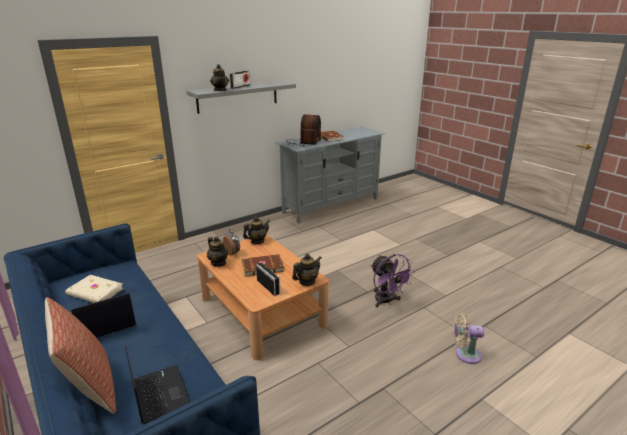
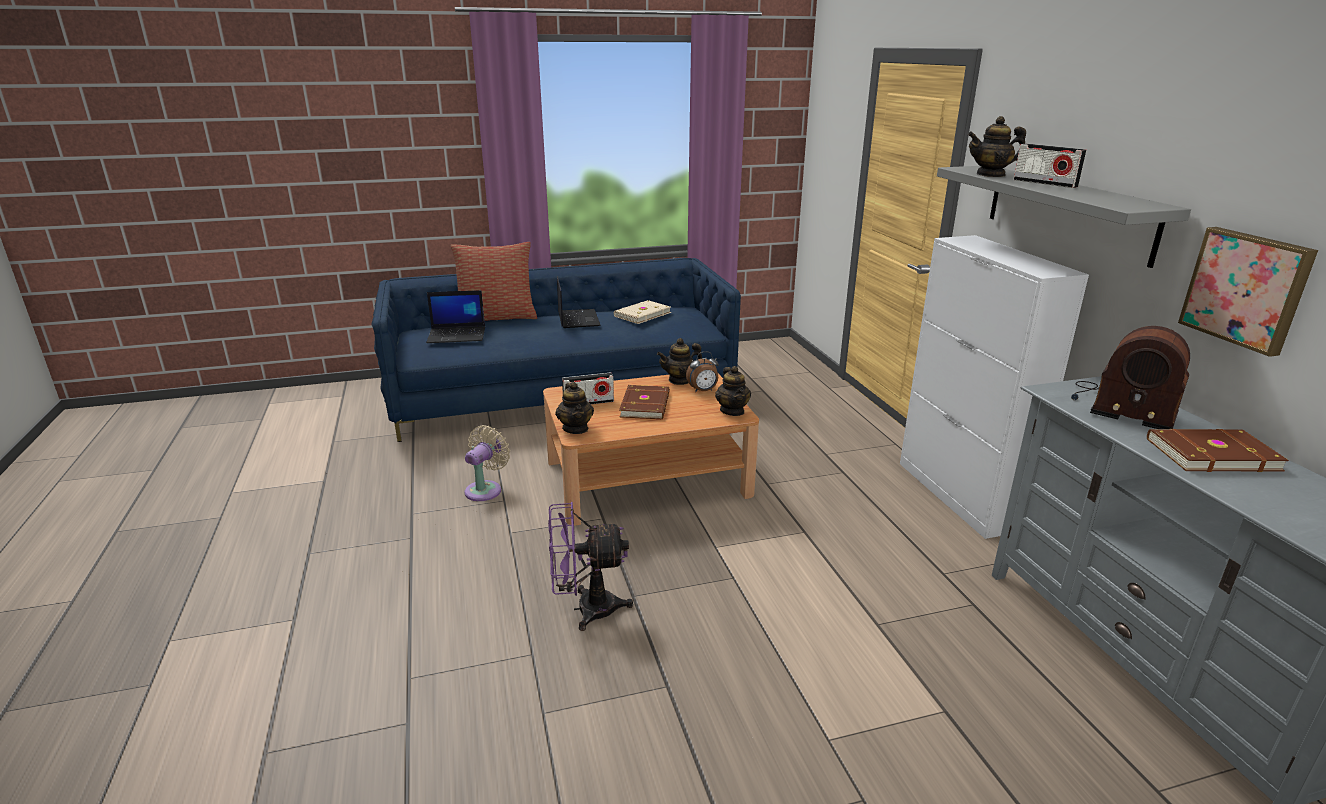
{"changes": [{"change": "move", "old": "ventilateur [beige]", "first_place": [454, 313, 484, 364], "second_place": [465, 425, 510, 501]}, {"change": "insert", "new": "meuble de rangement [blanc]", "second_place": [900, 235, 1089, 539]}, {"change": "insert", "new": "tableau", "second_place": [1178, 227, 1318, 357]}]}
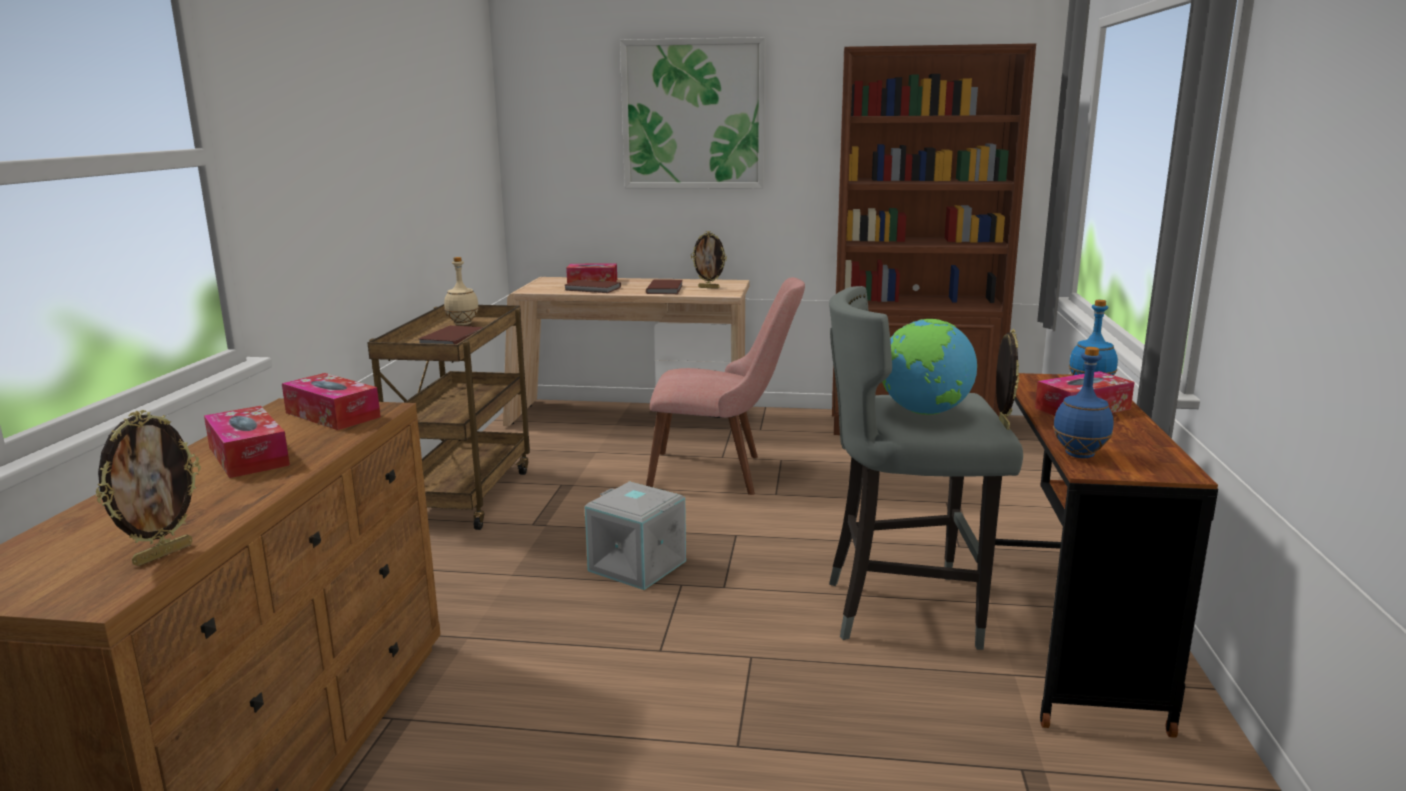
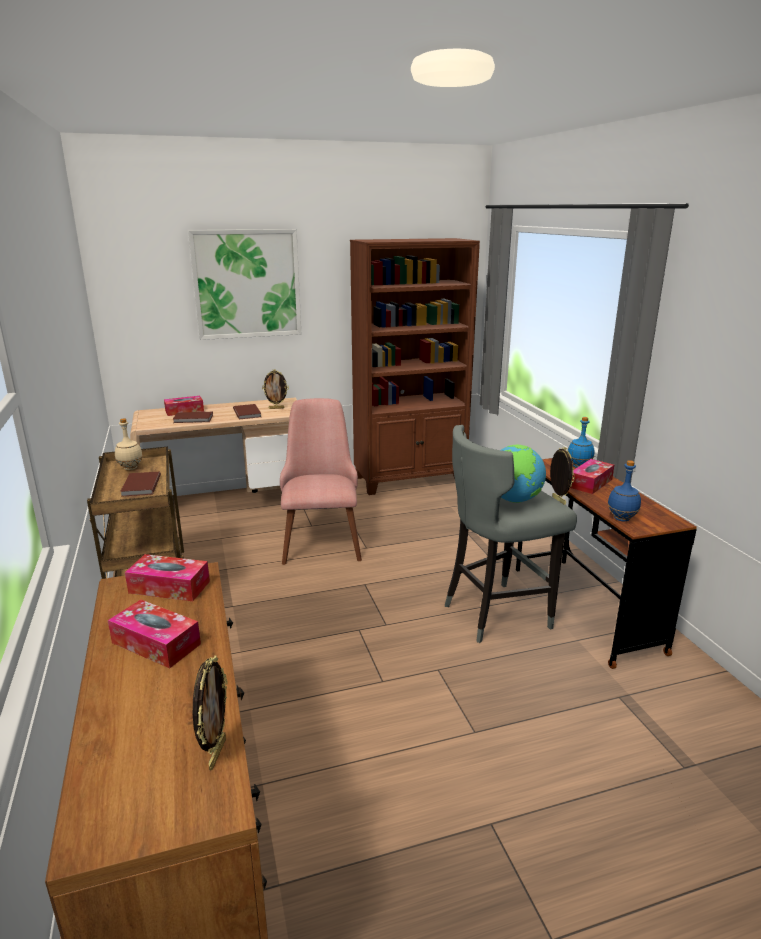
{"changes": [{"change": "rotate", "old": "chaise [rose]", "first_place": [646, 277, 805, 495], "second_place": [280, 398, 362, 565], "degrees": -75}, {"change": "delete", "old": "boîte de rangement [gris]", "first_place": [584, 481, 686, 590]}]}
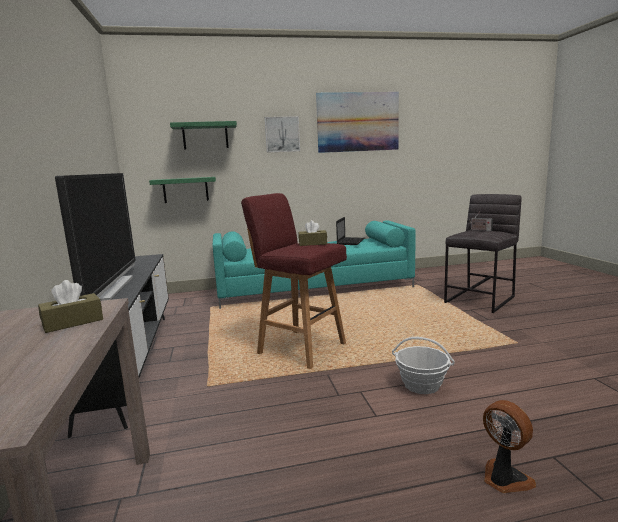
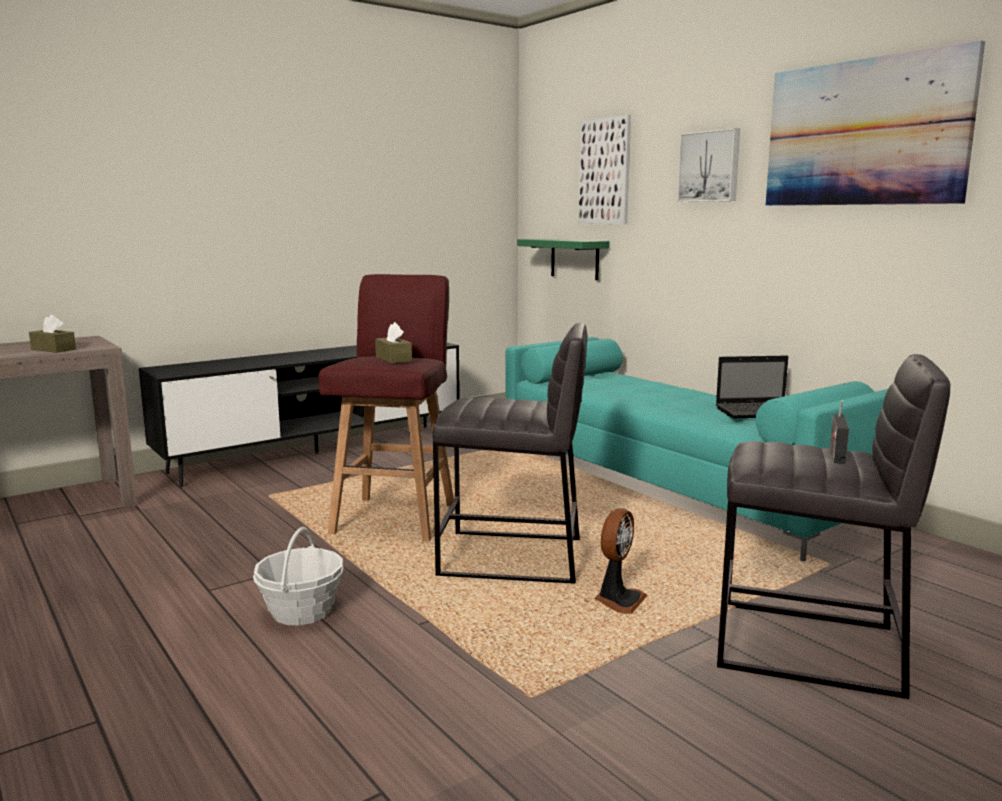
{"changes": [{"change": "insert", "new": "tabouret [gris]", "second_place": [432, 323, 587, 584]}, {"change": "replace", "old": "étagère [vert]", "new": "tableau", "first_place": [170, 121, 237, 150], "second_place": [578, 115, 631, 224]}, {"change": "move", "old": "ventilateur", "first_place": [483, 400, 536, 493], "second_place": [594, 508, 648, 614]}, {"change": "delete", "old": "téléviseur", "first_place": [55, 173, 136, 301]}]}
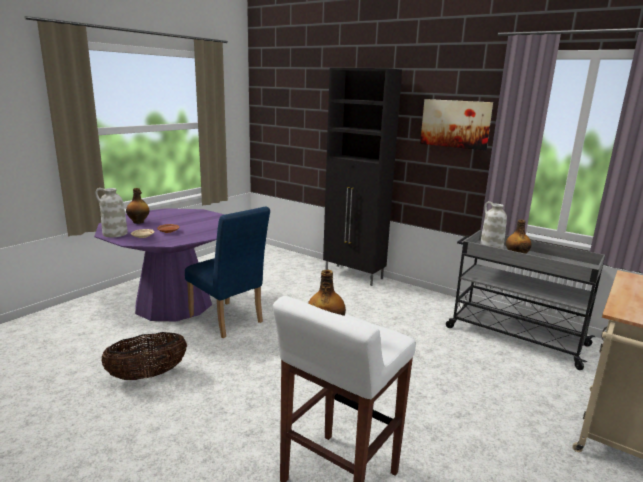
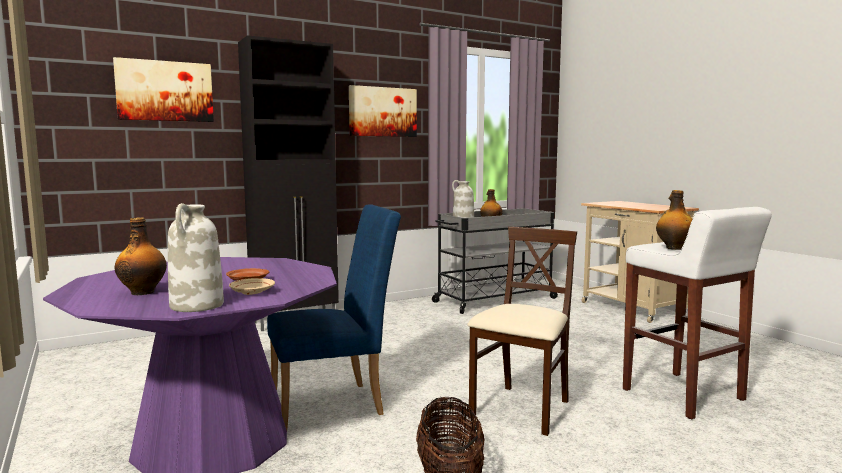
{"changes": [{"change": "insert", "new": "tableau", "second_place": [113, 57, 214, 122]}, {"change": "insert", "new": "chaise [beige]", "second_place": [467, 227, 577, 436]}]}
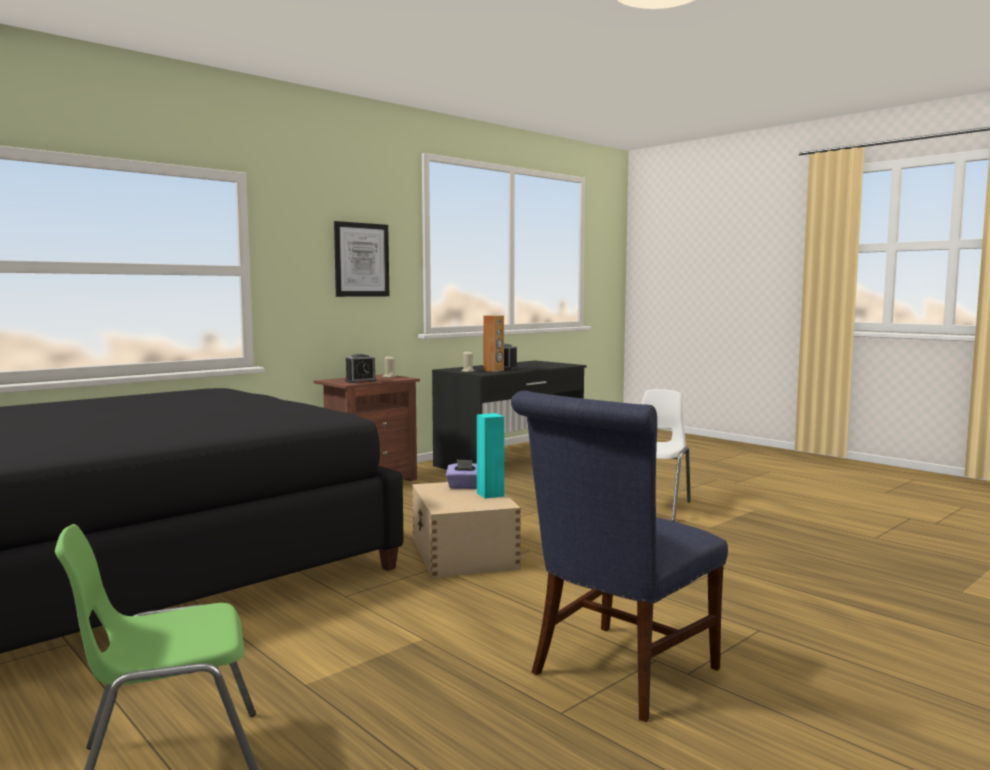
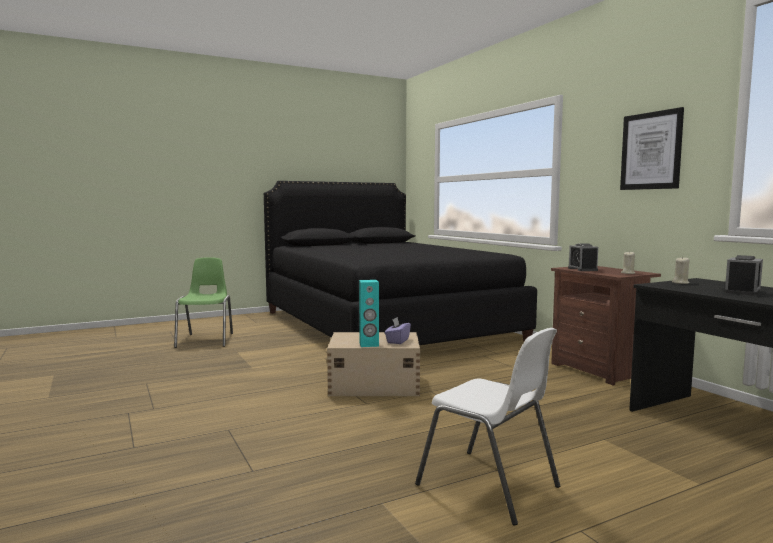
{"changes": [{"change": "delete", "old": "enceinte [marron]", "first_place": [484, 315, 504, 372]}, {"change": "delete", "old": "chaise [bleu]", "first_place": [511, 391, 728, 722]}]}
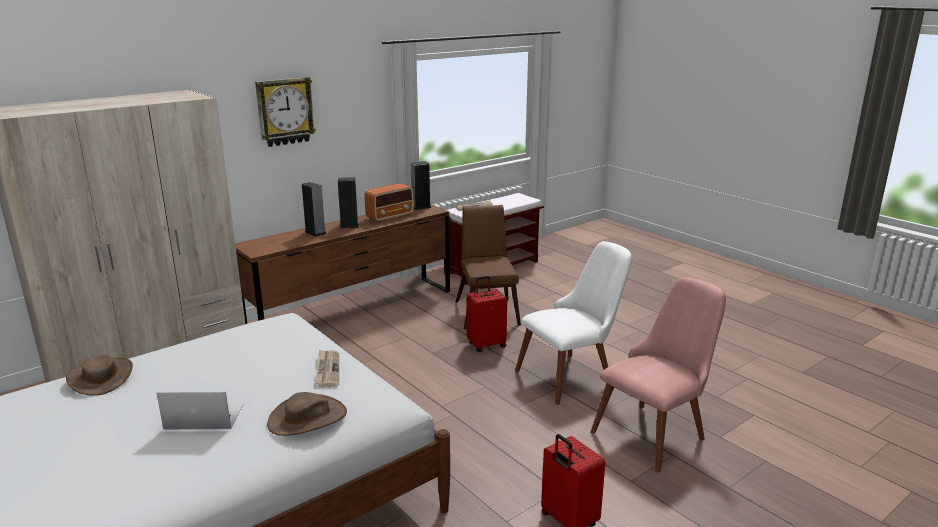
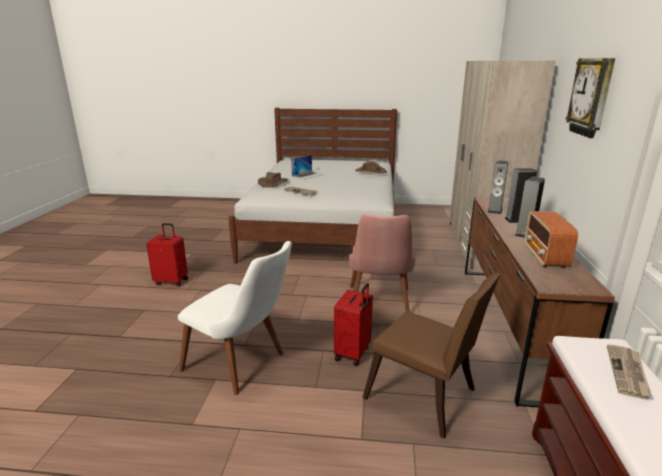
{"changes": [{"change": "rotate", "old": "chaise [blanc]", "first_place": [515, 241, 632, 405], "second_place": [178, 241, 292, 395], "degrees": -75}, {"change": "move", "old": "chaise [rose]", "first_place": [591, 277, 726, 473], "second_place": [349, 214, 416, 311]}, {"change": "move", "old": "enceinte", "first_place": [411, 161, 431, 210], "second_place": [487, 160, 508, 214]}]}
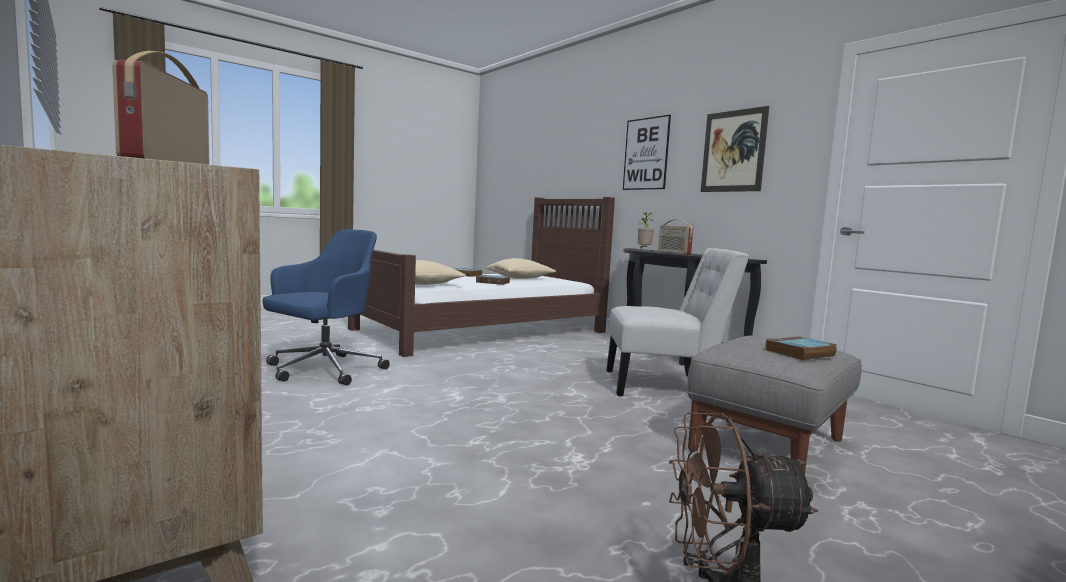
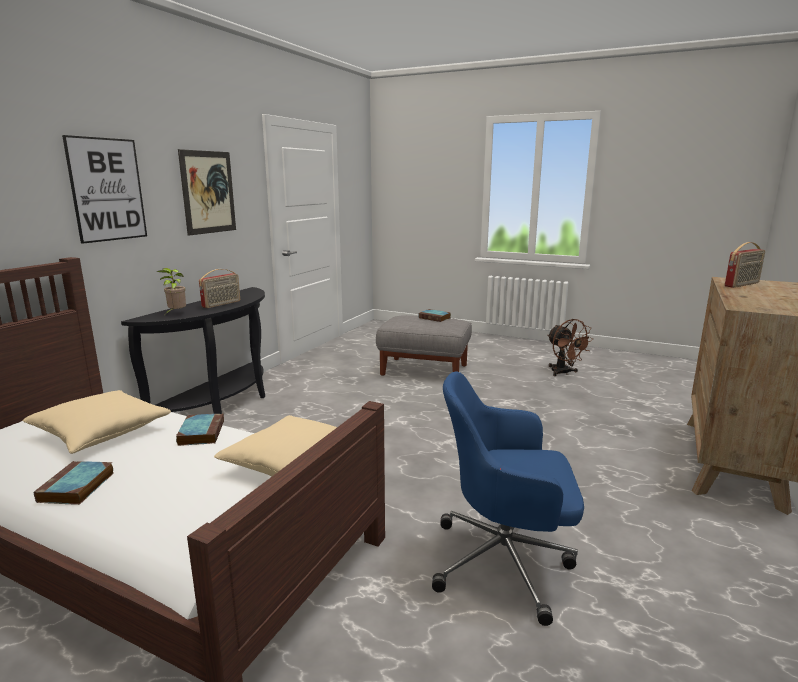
{"changes": [{"change": "delete", "old": "chaise [blanc]", "first_place": [606, 248, 749, 396]}]}
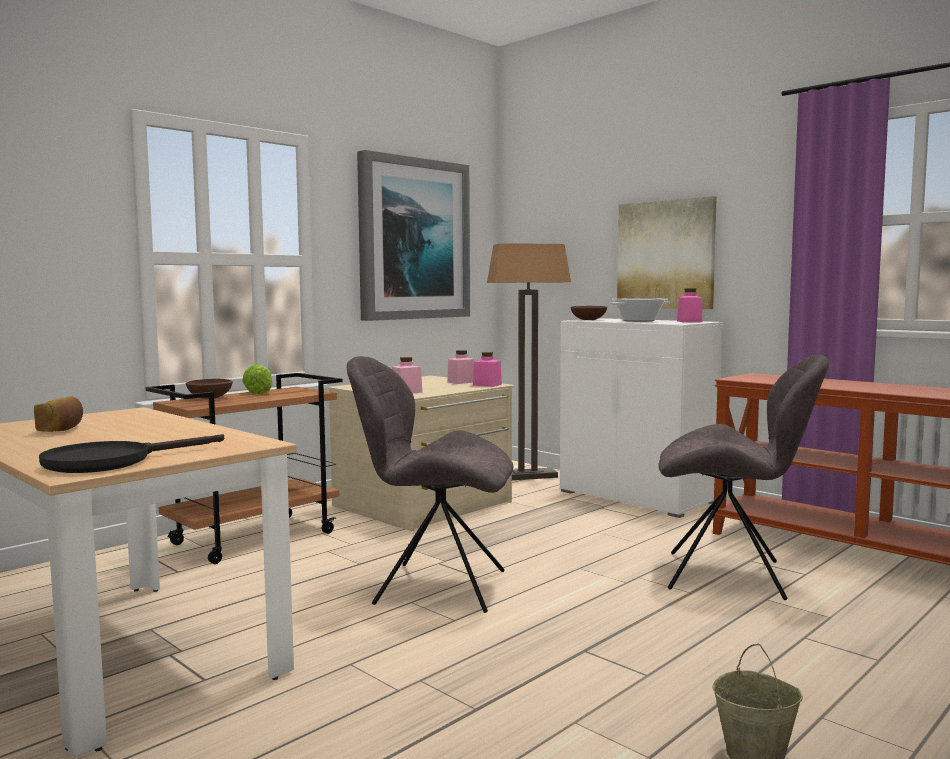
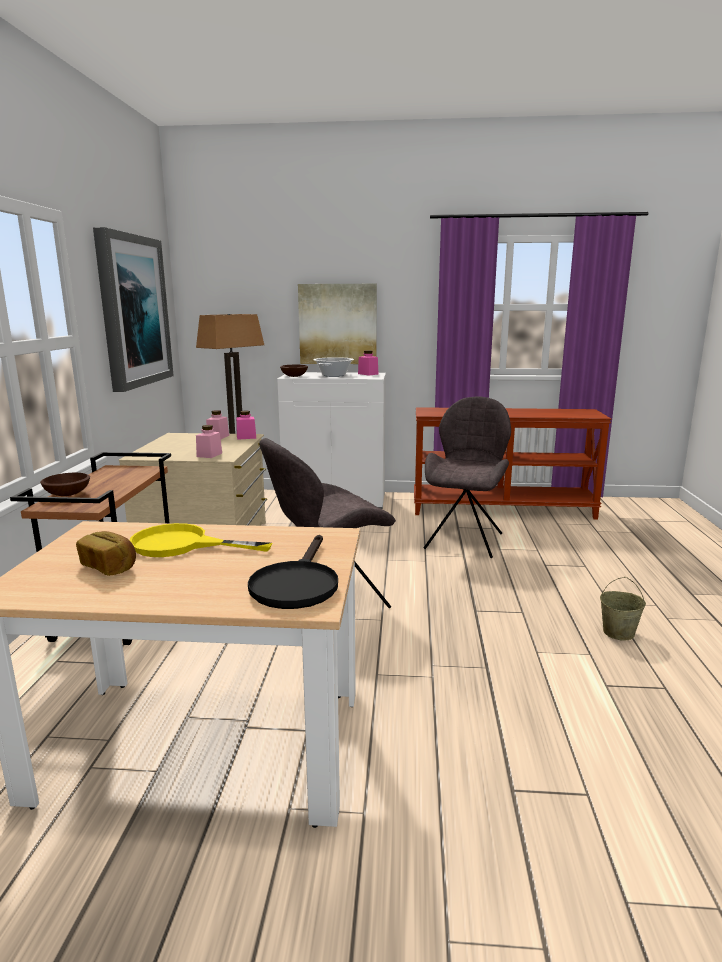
{"changes": [{"change": "insert", "new": "poêle [jaune]", "second_place": [130, 523, 272, 557]}, {"change": "rotate", "old": "chaise [gris]", "first_place": [659, 355, 829, 600], "second_place": [424, 396, 511, 558], "degrees": -45}, {"change": "delete", "old": "laitue", "first_place": [242, 365, 272, 394]}]}
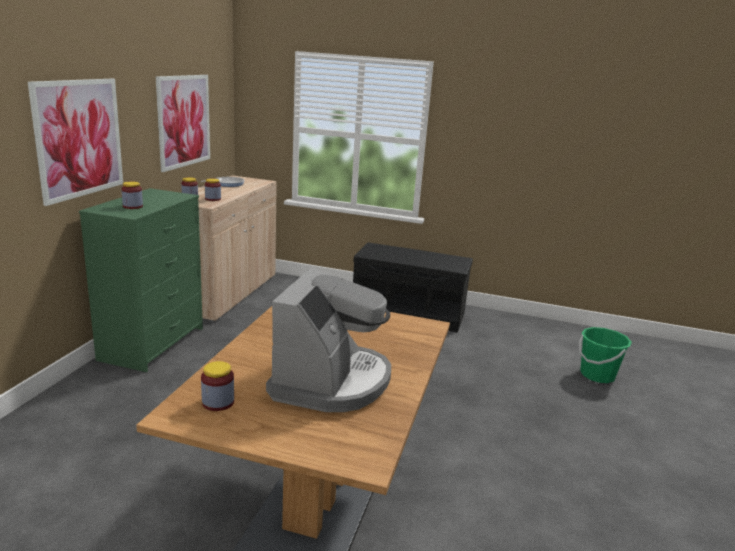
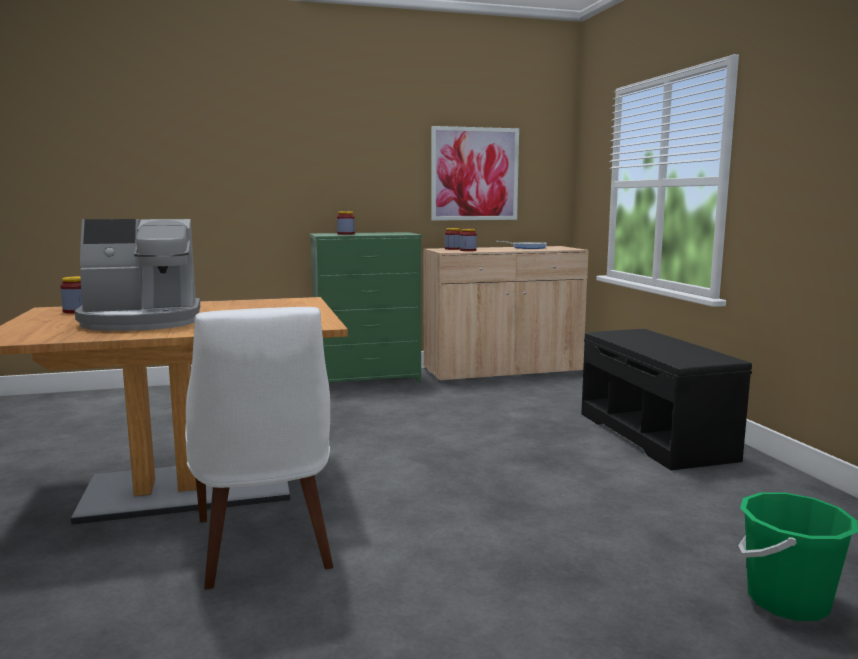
{"changes": [{"change": "insert", "new": "chaise [blanc]", "second_place": [185, 307, 334, 590]}, {"change": "delete", "old": "tableau", "first_place": [28, 79, 123, 206]}]}
